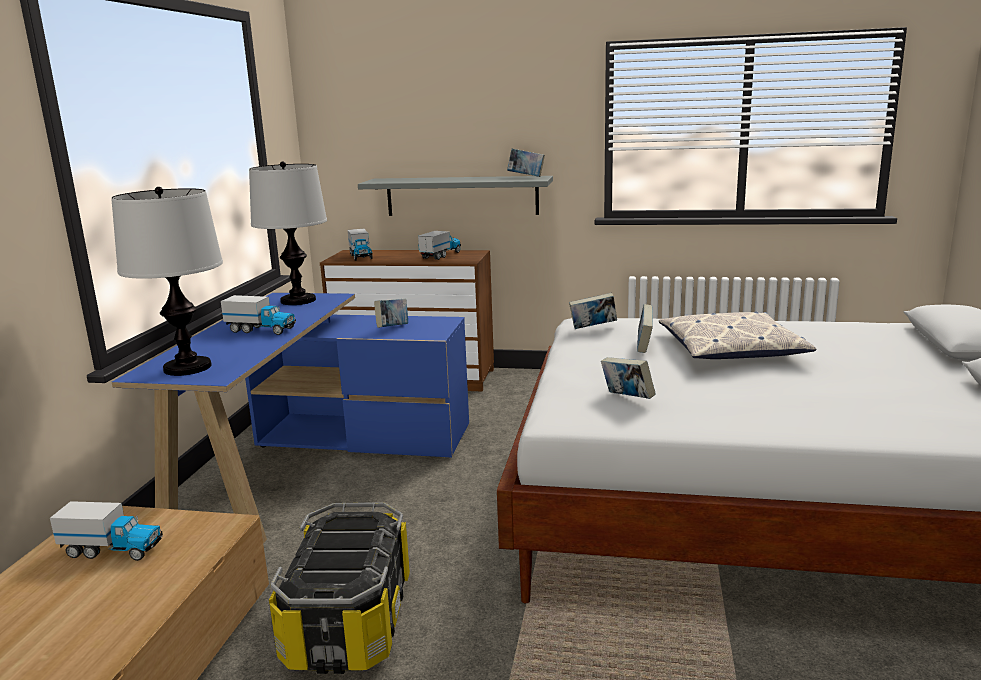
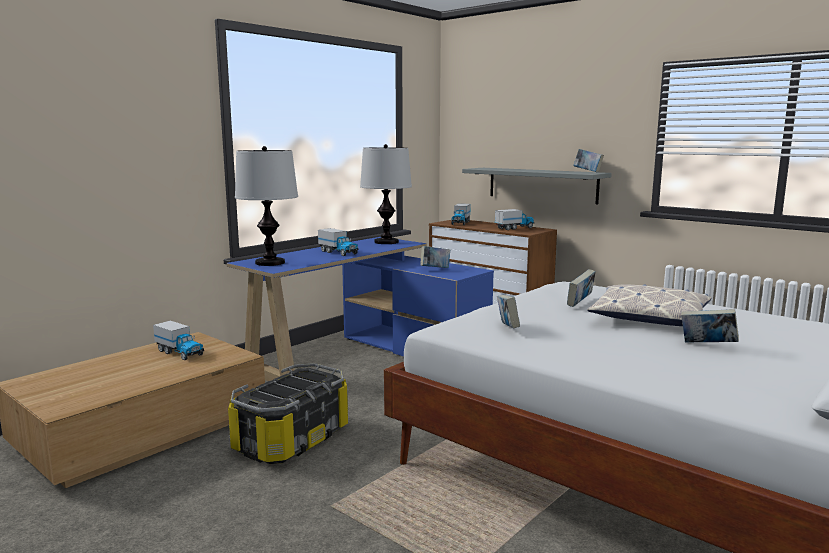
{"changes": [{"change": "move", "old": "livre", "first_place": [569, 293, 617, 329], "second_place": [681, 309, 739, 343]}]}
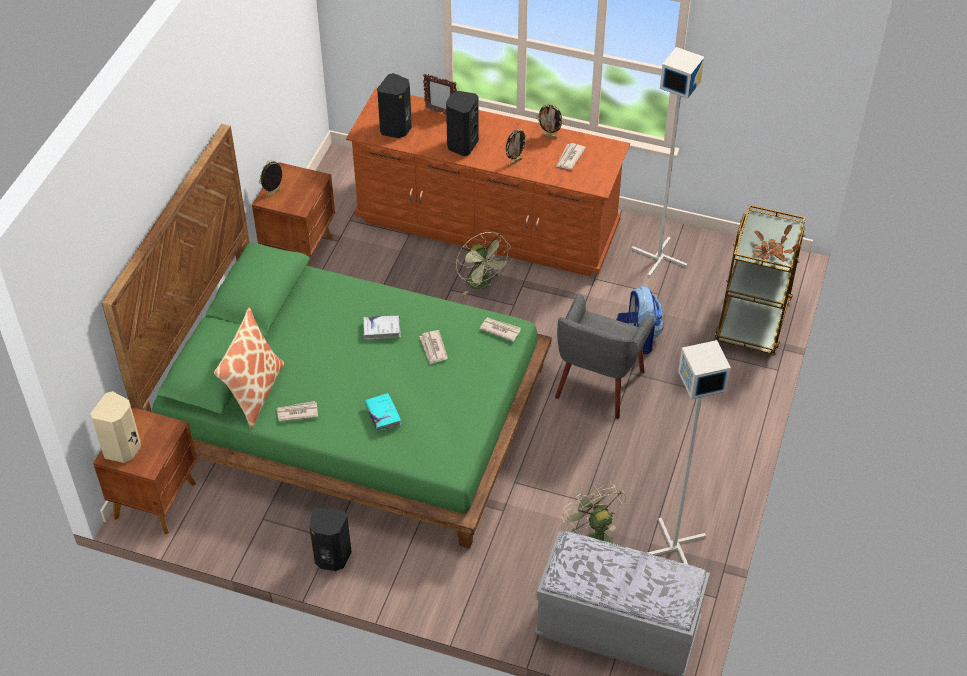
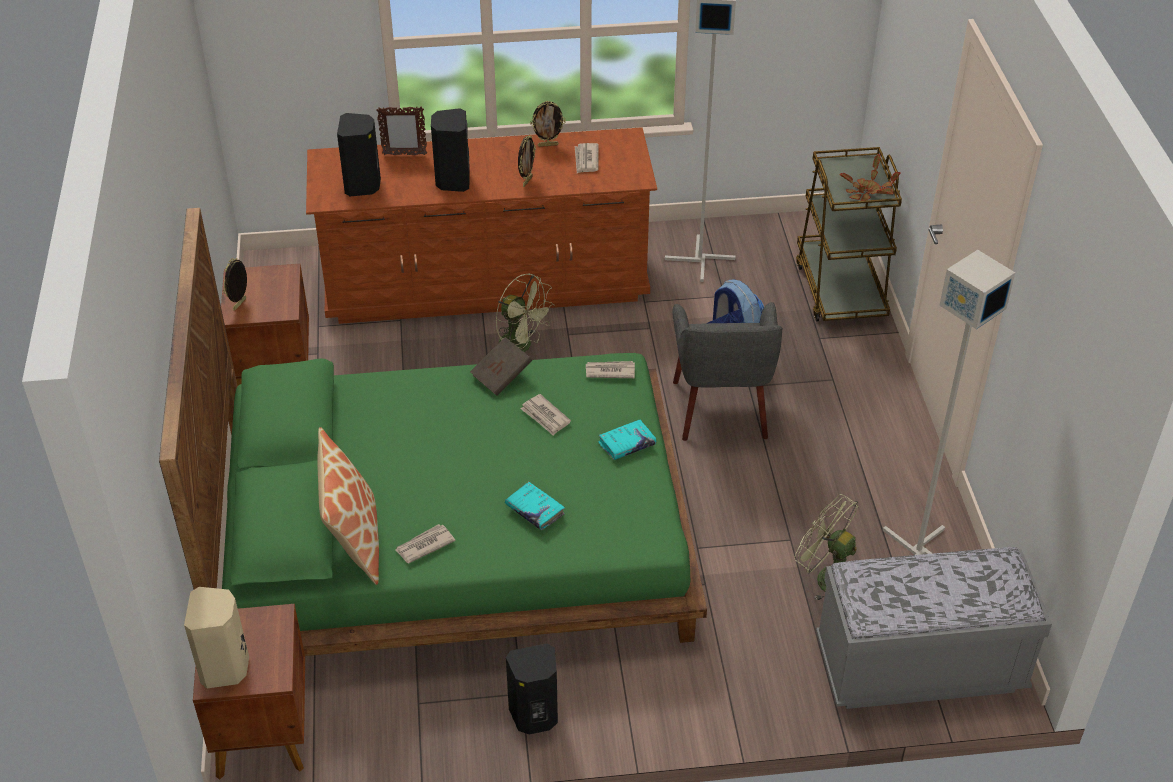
{"changes": [{"change": "insert", "new": "livre [marron]", "second_place": [470, 337, 532, 396]}, {"change": "insert", "new": "livre [turquoise]", "second_place": [598, 419, 656, 460]}, {"change": "delete", "old": "livre [blanc]", "first_place": [363, 316, 401, 340]}]}
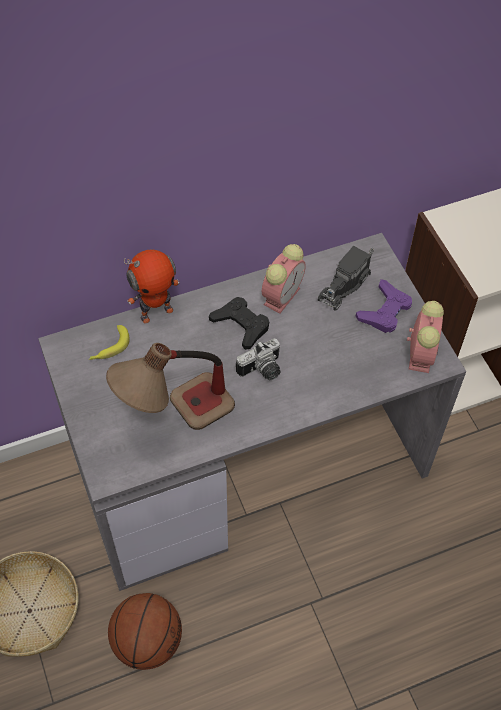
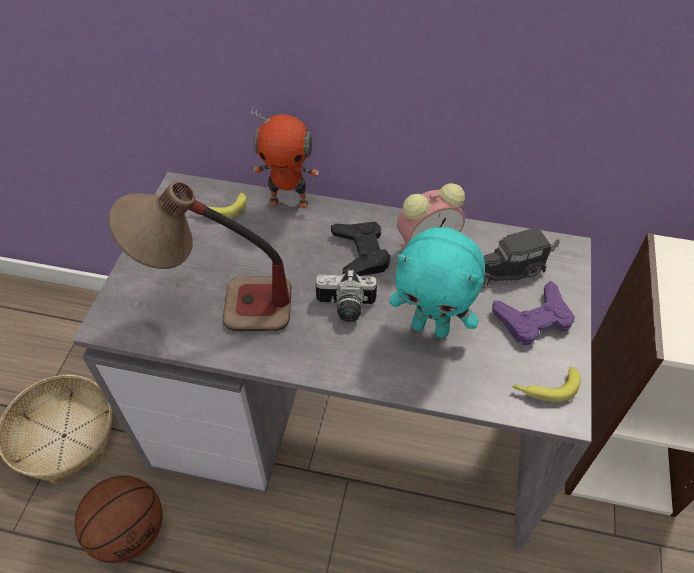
{"changes": [{"change": "insert", "new": "peluche [turquoise]", "second_place": [389, 227, 485, 338]}, {"change": "replace", "old": "réveil", "new": "banane", "first_place": [407, 301, 444, 373], "second_place": [512, 367, 581, 402]}]}
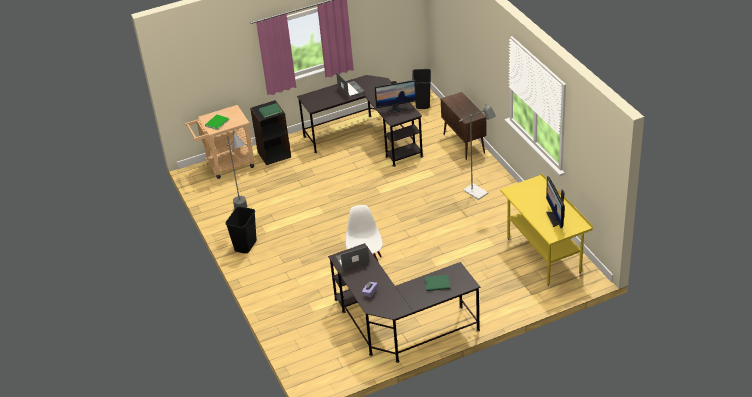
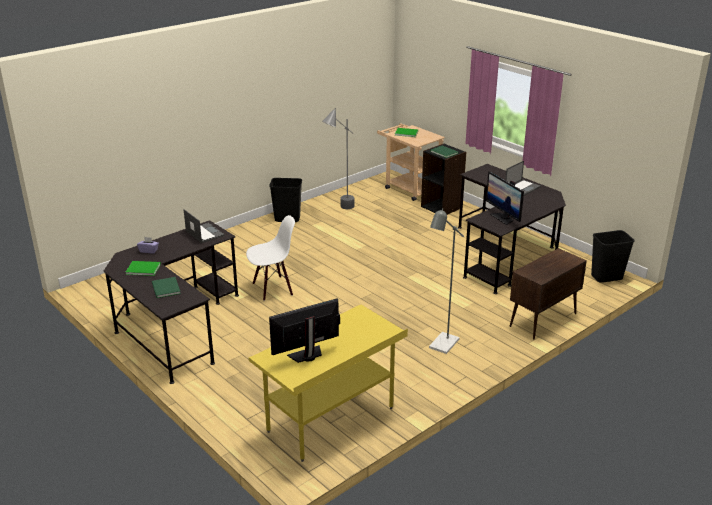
{"changes": [{"change": "insert", "new": "livre [vert]", "second_place": [126, 261, 161, 276]}]}
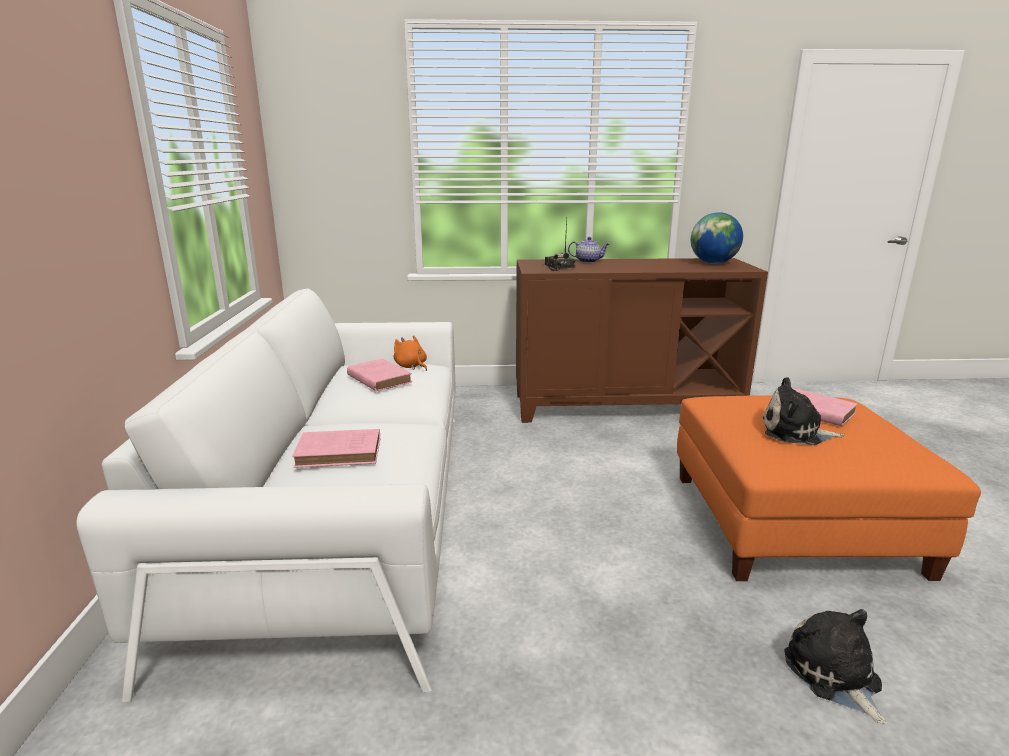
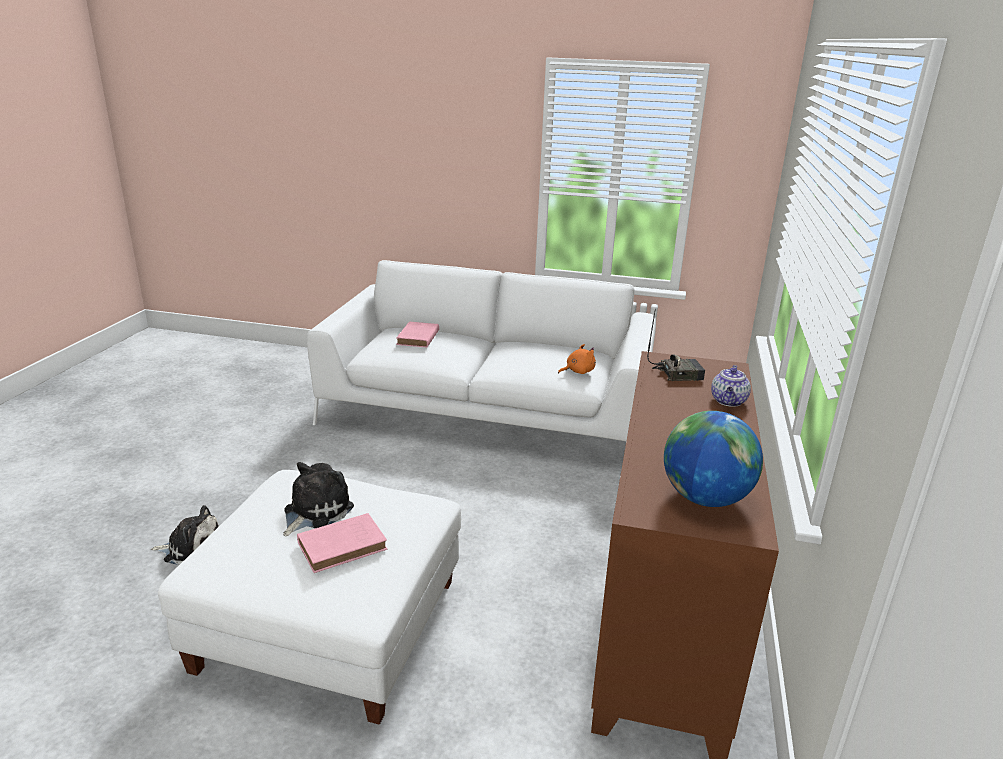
{"changes": [{"change": "recolor", "old": "pouf [orange]", "new": "pouf [blanc]", "first_place": [677, 395, 981, 581], "second_place": [158, 470, 461, 725]}, {"change": "delete", "old": "livre [rose]", "first_place": [347, 359, 412, 391]}]}
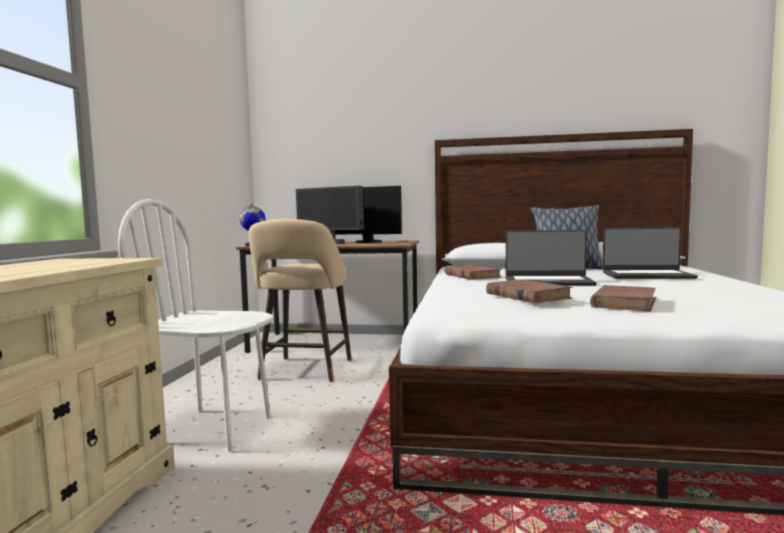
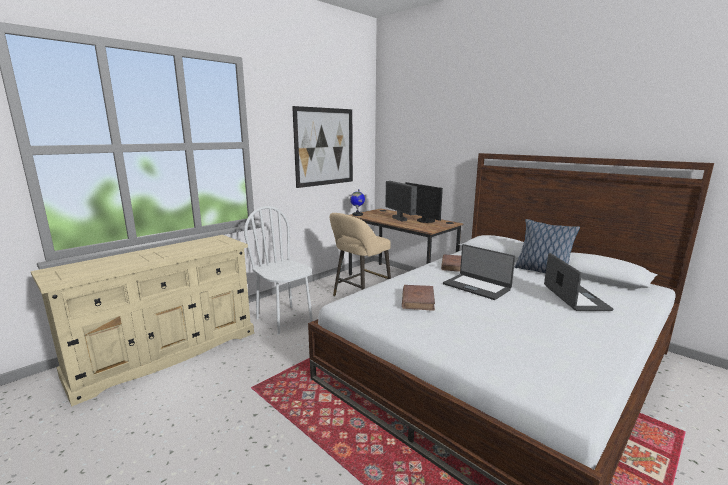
{"changes": [{"change": "insert", "new": "tableau", "second_place": [292, 106, 353, 188]}, {"change": "rotate", "old": "ordinateur portable", "first_place": [603, 227, 698, 279], "second_place": [544, 253, 613, 311], "degrees": -135}, {"change": "delete", "old": "livre [marron]", "first_place": [590, 285, 656, 312]}]}
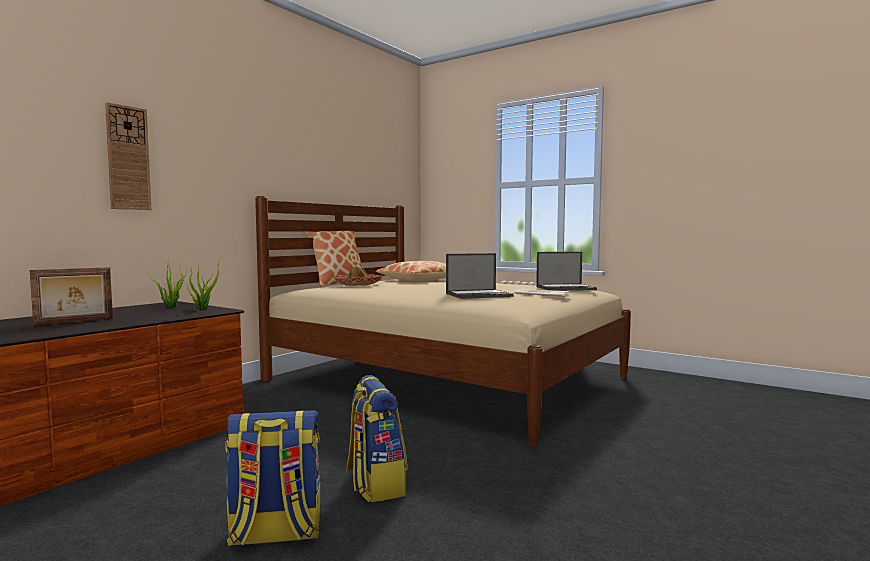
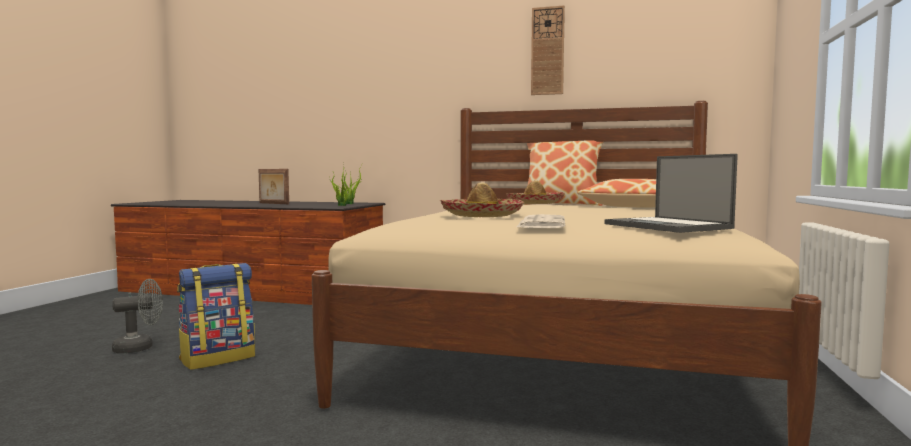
{"changes": [{"change": "replace", "old": "sac à dos", "new": "ventilateur [gris]", "first_place": [225, 410, 320, 546], "second_place": [112, 279, 163, 353]}, {"change": "replace", "old": "ordinateur portable", "new": "chapeau", "first_place": [446, 253, 513, 299], "second_place": [440, 182, 524, 217]}, {"change": "move", "old": "horloge murale", "first_place": [105, 102, 151, 210], "second_place": [531, 5, 565, 95]}]}
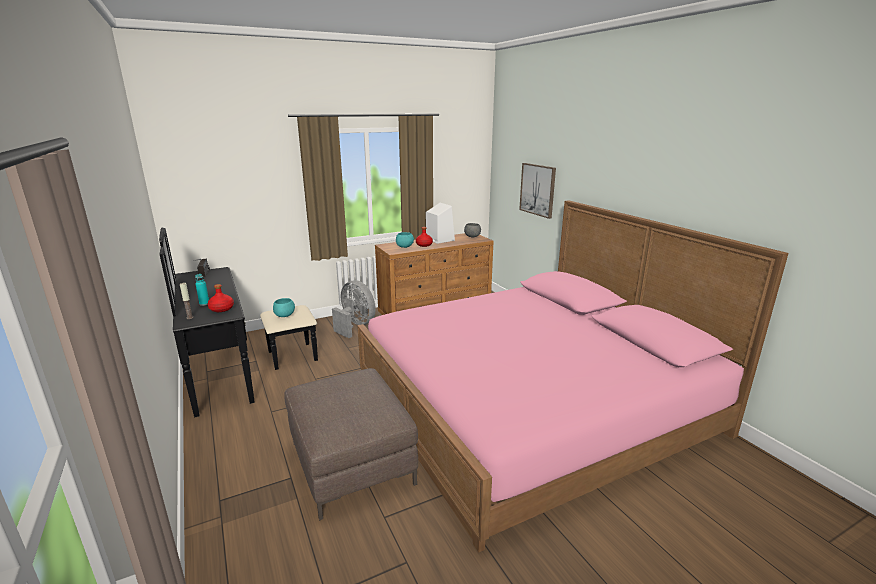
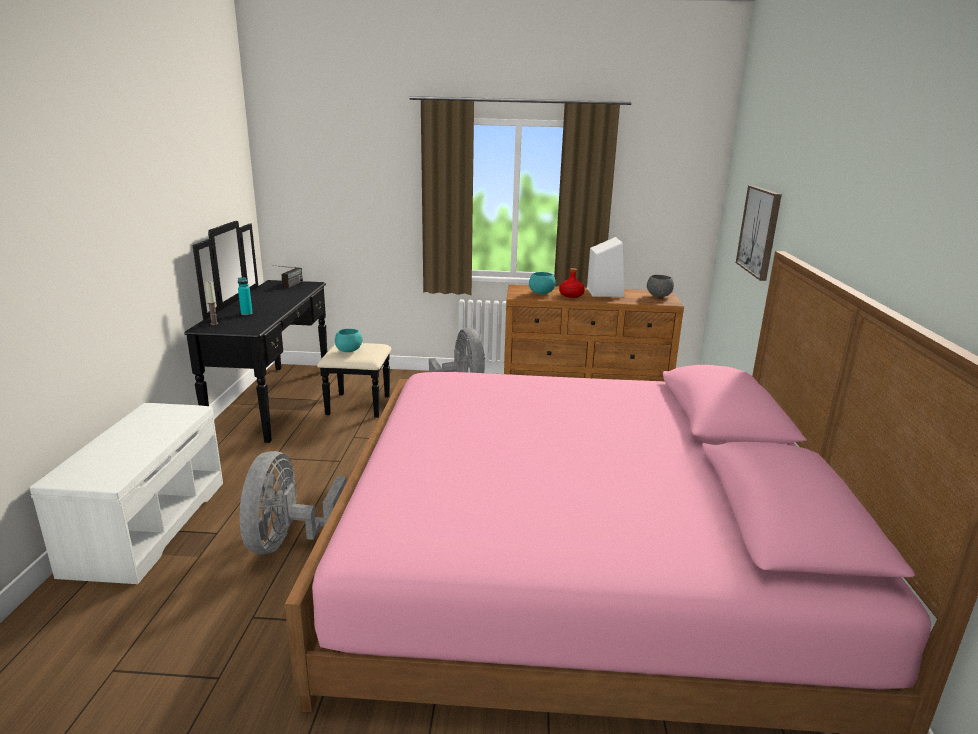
{"changes": [{"change": "insert", "new": "banc [blanc]", "second_place": [30, 403, 223, 584]}, {"change": "replace", "old": "pouf [marron]", "new": "ventilateur [gris]", "first_place": [284, 368, 418, 520], "second_place": [240, 451, 346, 554]}, {"change": "delete", "old": "bouteille [rouge]", "first_place": [208, 284, 234, 312]}]}
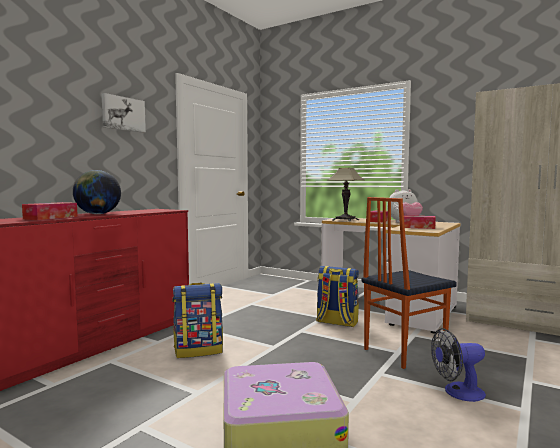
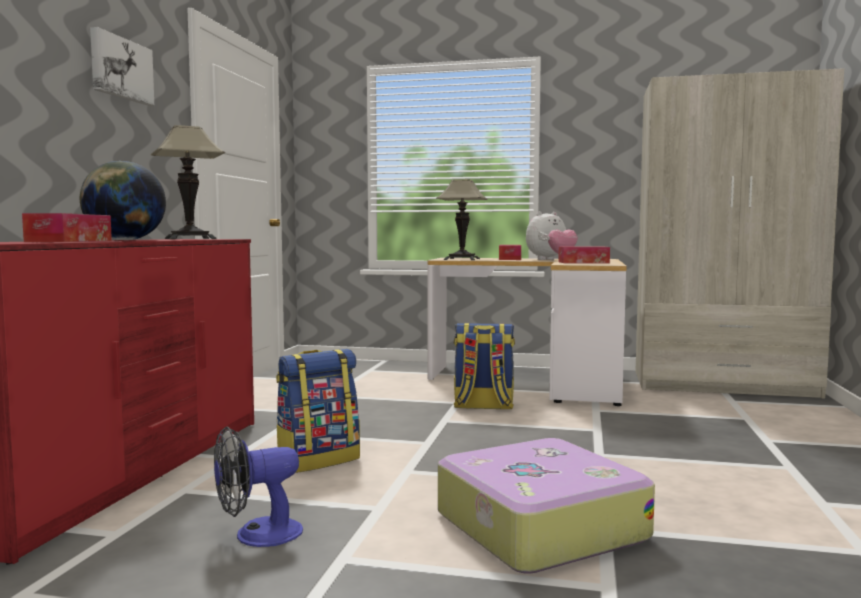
{"changes": [{"change": "insert", "new": "lampe de table", "second_place": [151, 125, 225, 239]}, {"change": "move", "old": "ventilateur", "first_place": [431, 328, 486, 402], "second_place": [214, 427, 303, 547]}, {"change": "delete", "old": "chaise", "first_place": [362, 197, 457, 369]}]}
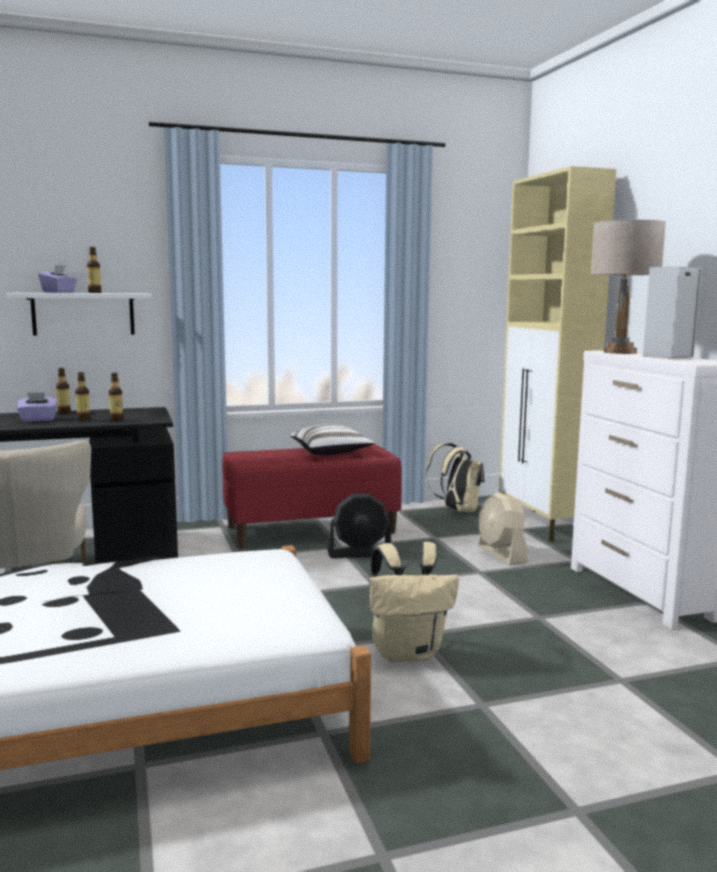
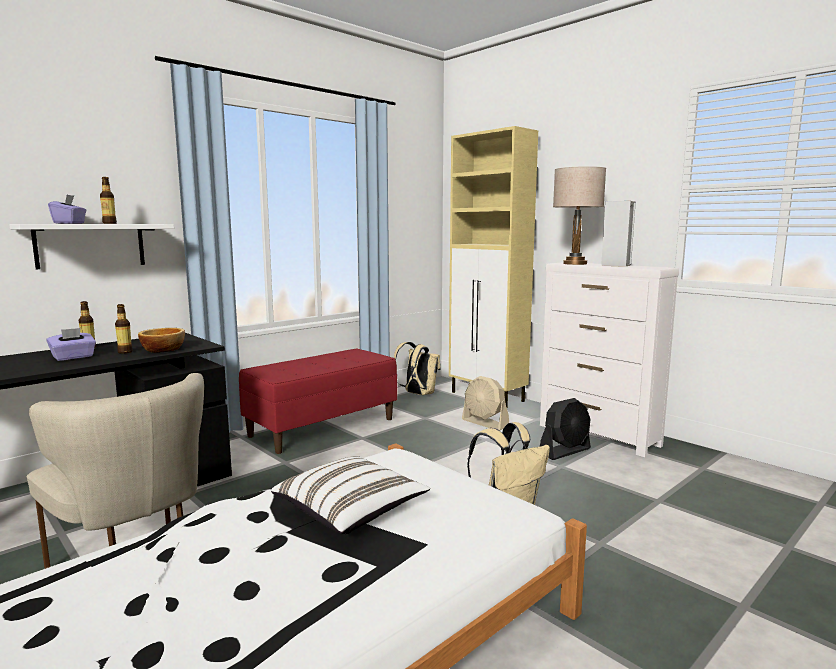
{"changes": [{"change": "replace", "old": "bouteille", "new": "bol", "first_place": [108, 373, 124, 421], "second_place": [138, 328, 185, 353]}, {"change": "move", "old": "coussin [blanc]", "first_place": [291, 424, 375, 455], "second_place": [271, 456, 430, 534]}, {"change": "move", "old": "ventilateur [noir]", "first_place": [327, 493, 391, 558], "second_place": [540, 398, 591, 460]}]}
